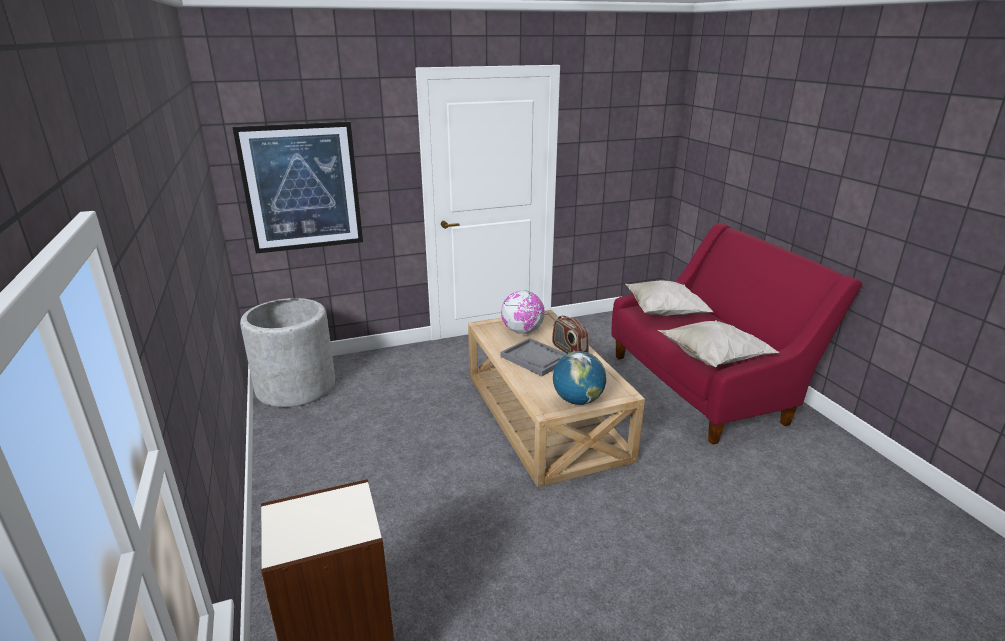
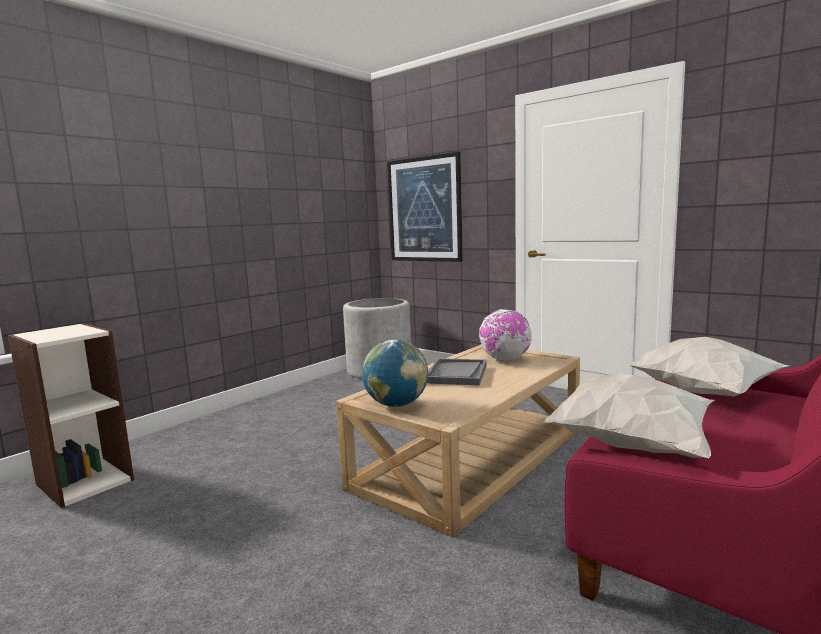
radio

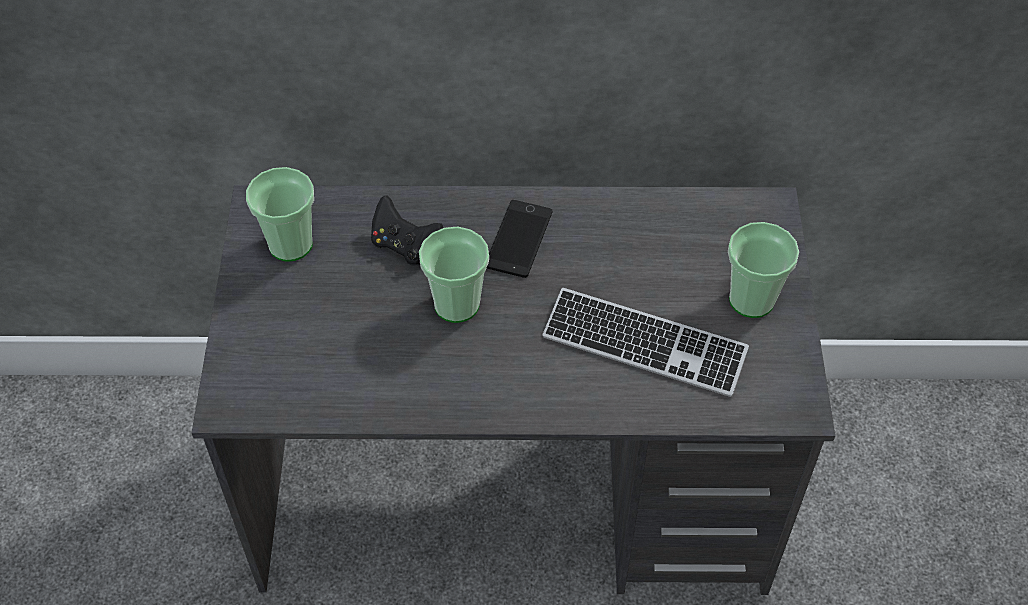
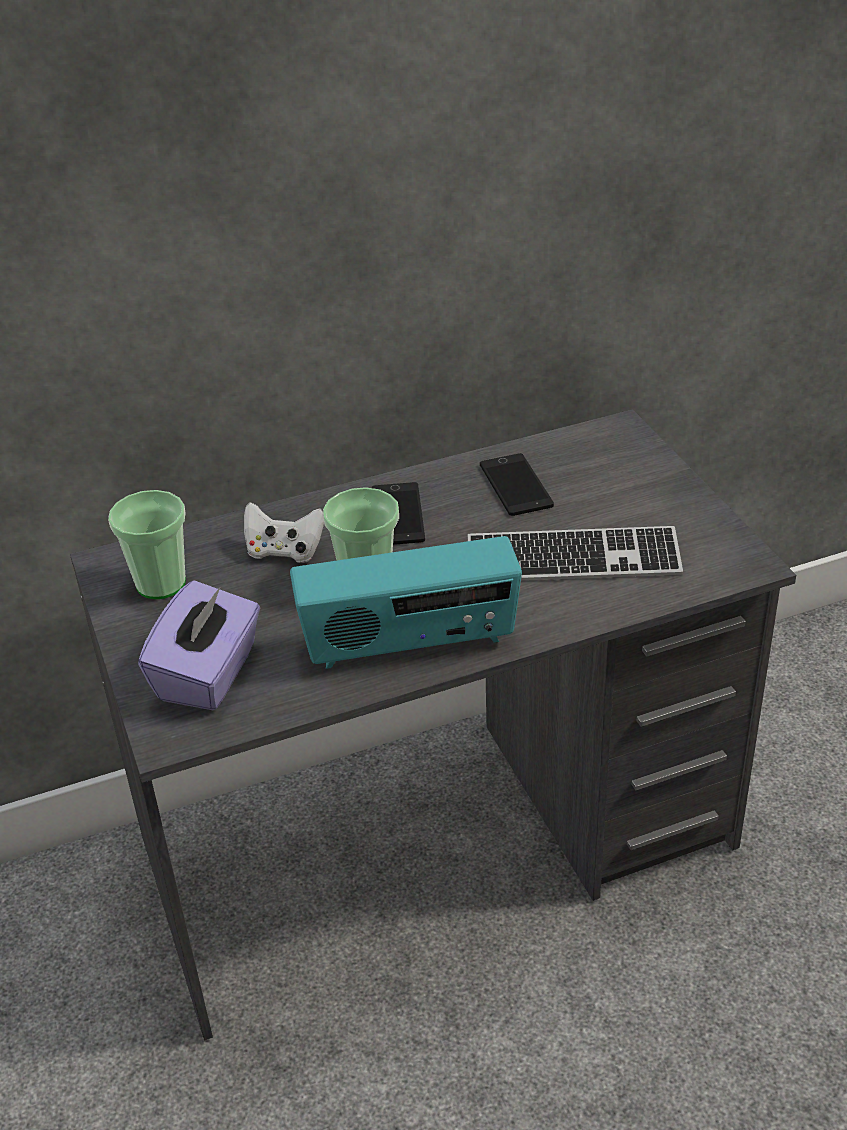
game controller (white); cup (no. 3 from left in the first image); phone (no. 2 from left); radio; tissue box (purple)

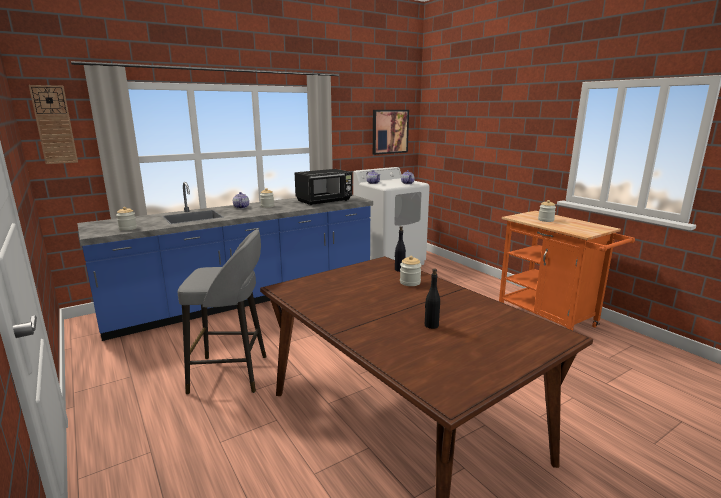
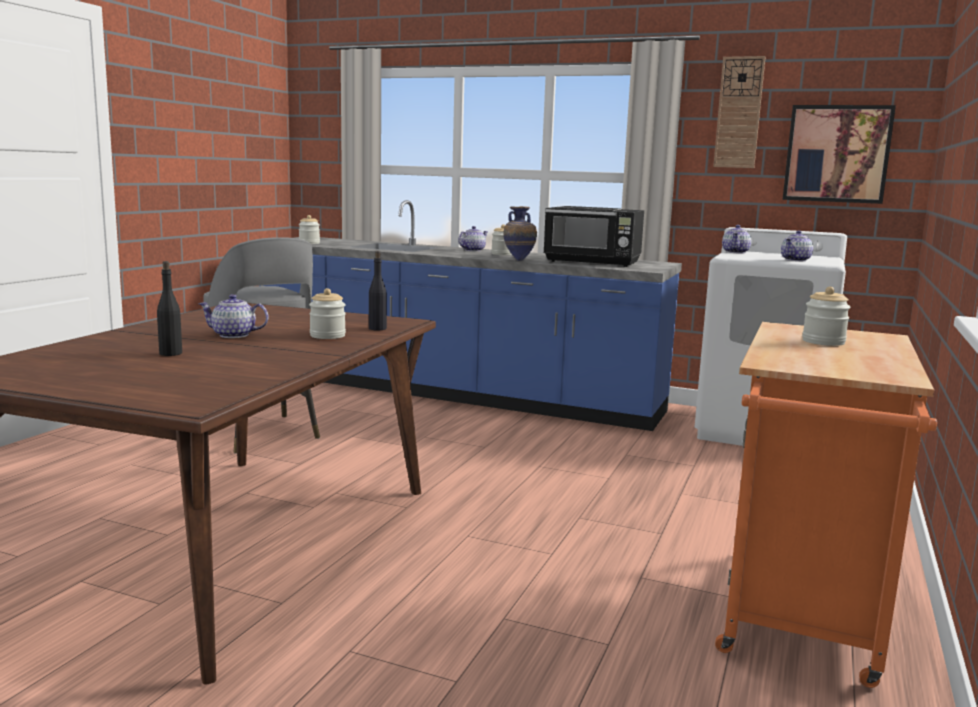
wall clock; vase; teapot (no. 1 from left)

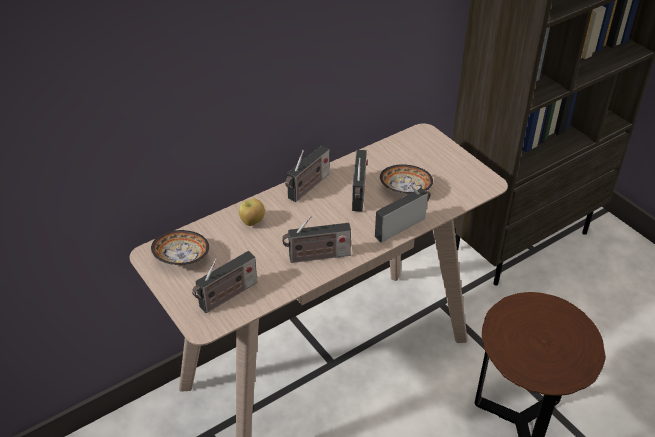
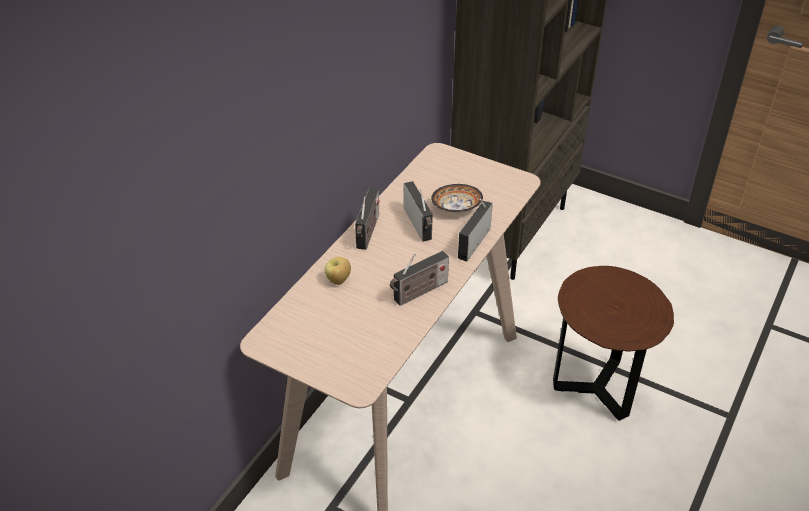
bowl (no. 1 from left in the first image); radio (no. 1 from left in the first image)

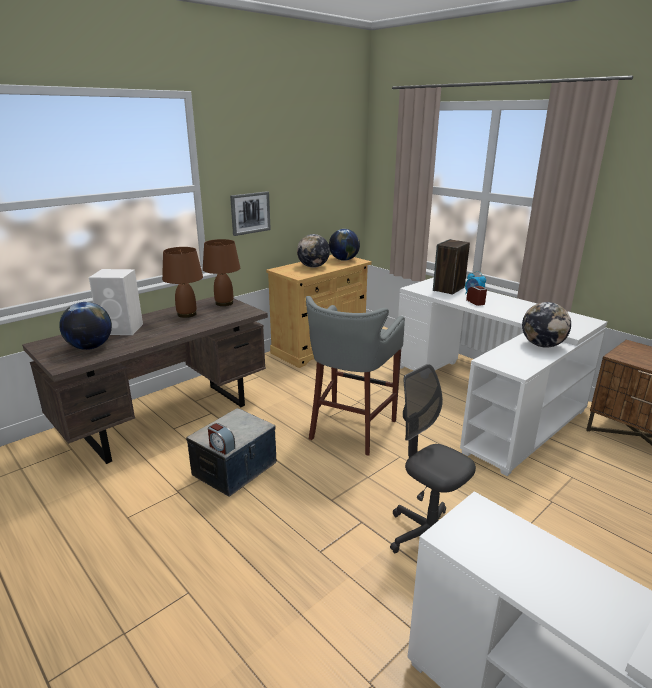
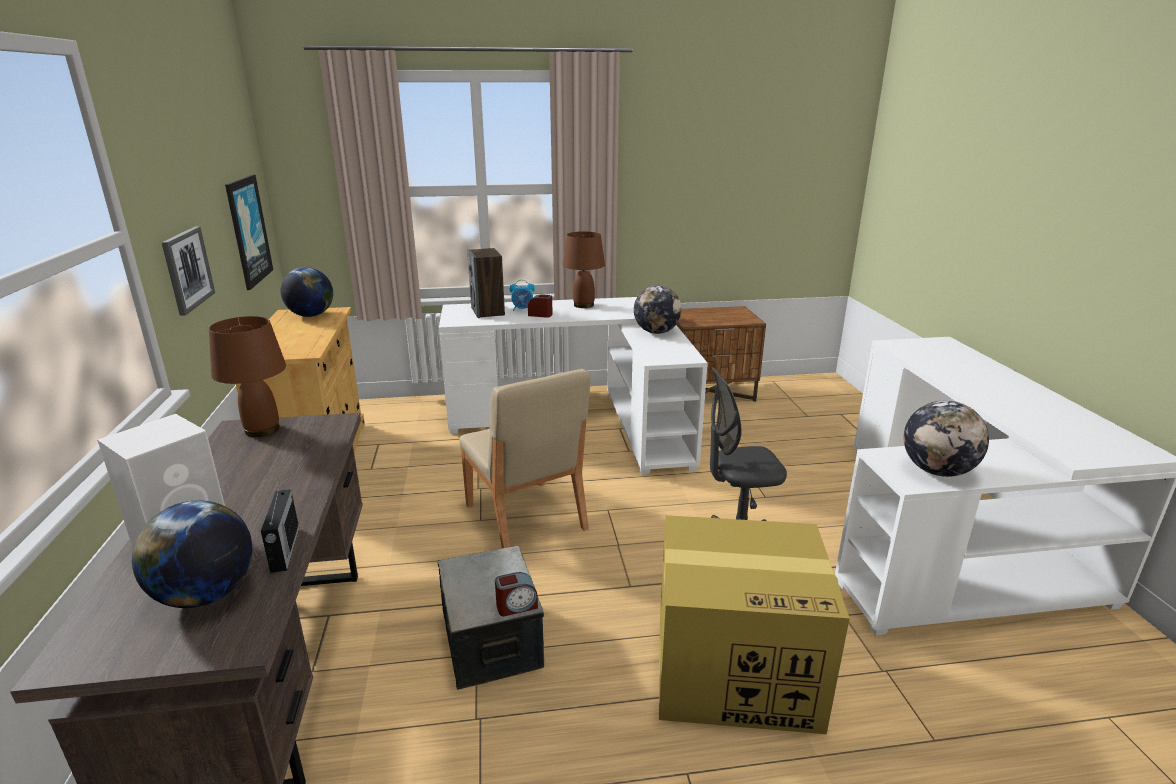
globe (no. 4 from left); table lamp (brown) (no. 2 from left); chair (beige); picture (no. 2 from left); radio; cardboard box

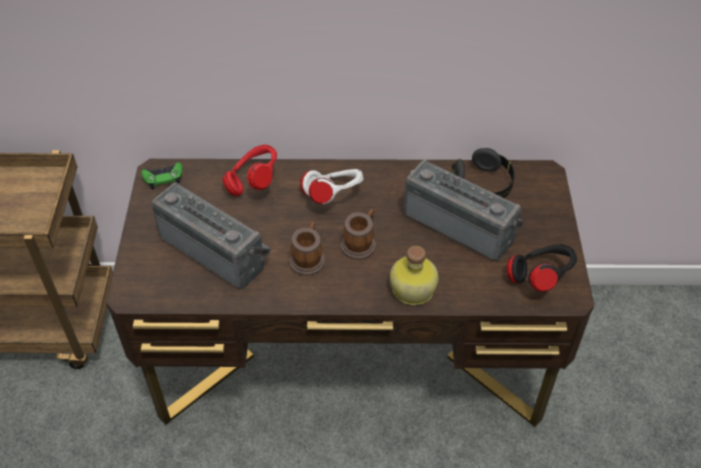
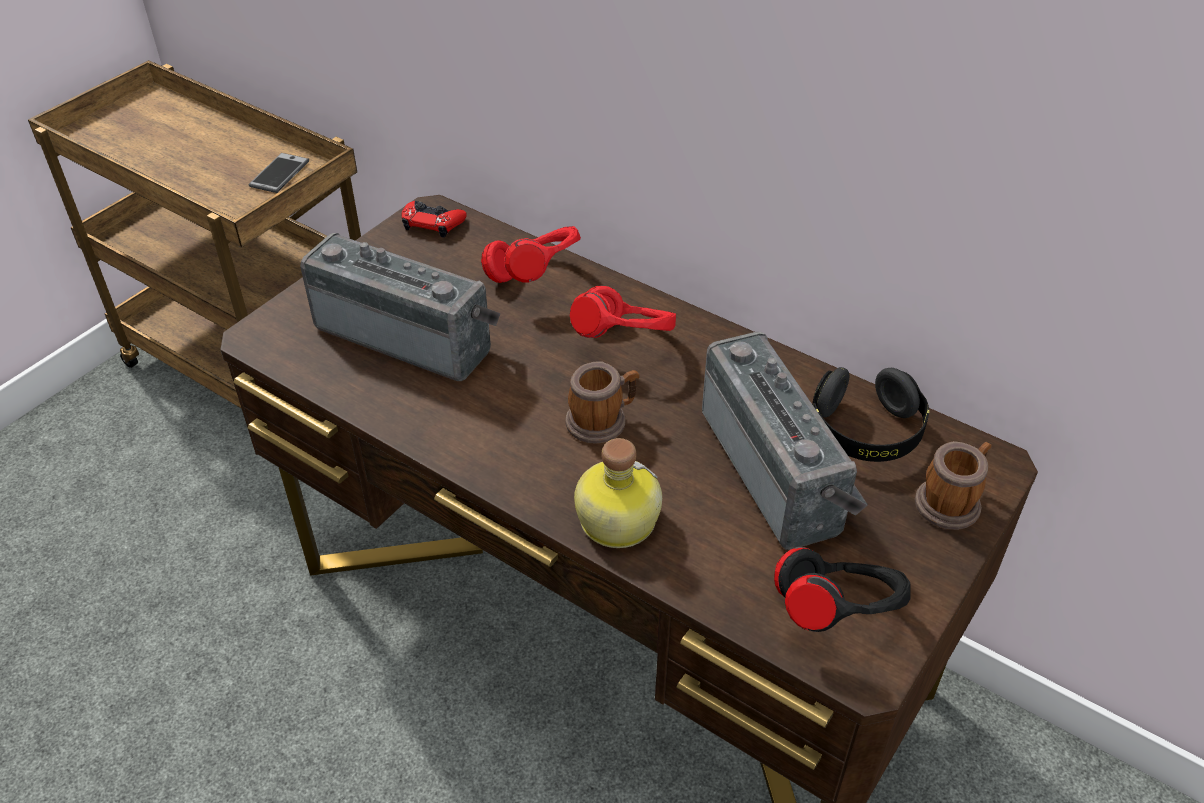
game controller (red); headphones (red) (no. 2 from left); radio (no. 1 from left); mug (no. 2 from left); phone

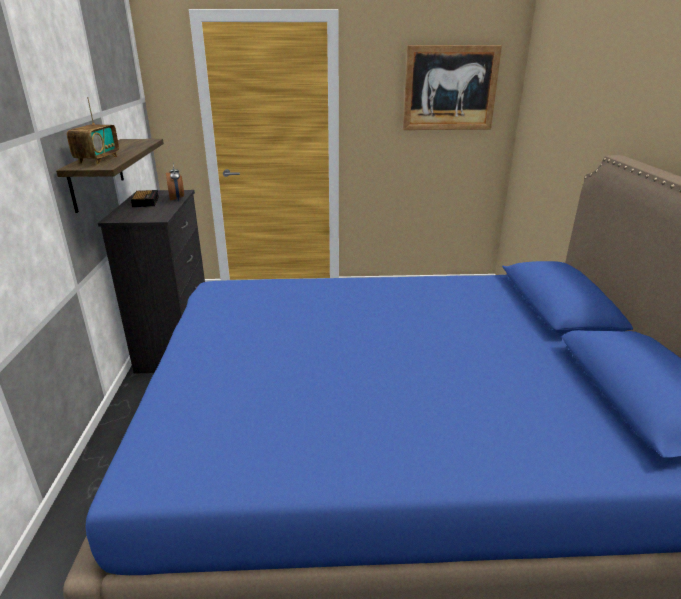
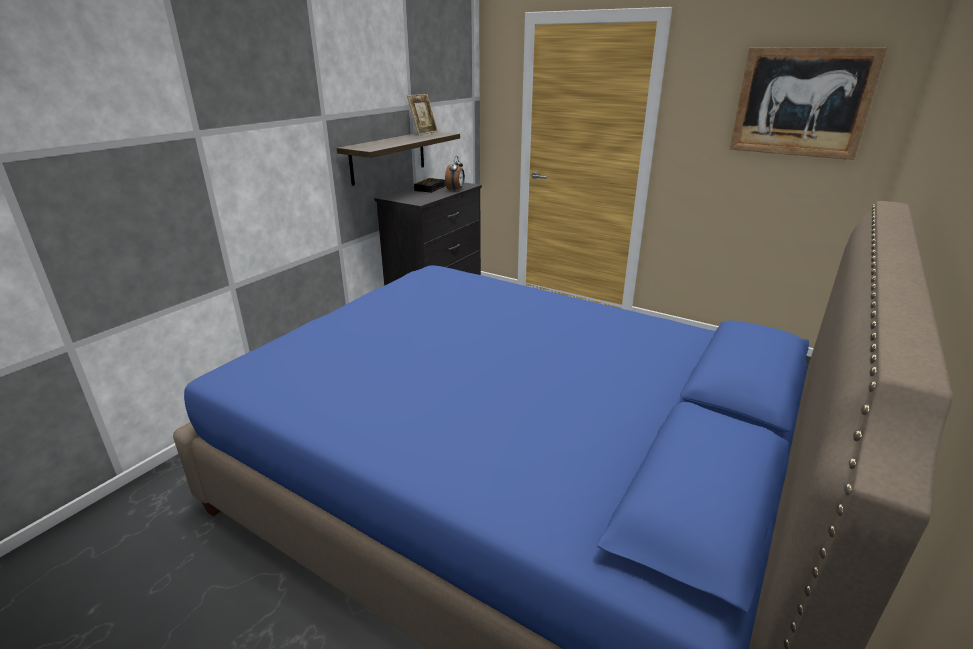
radio; picture frame

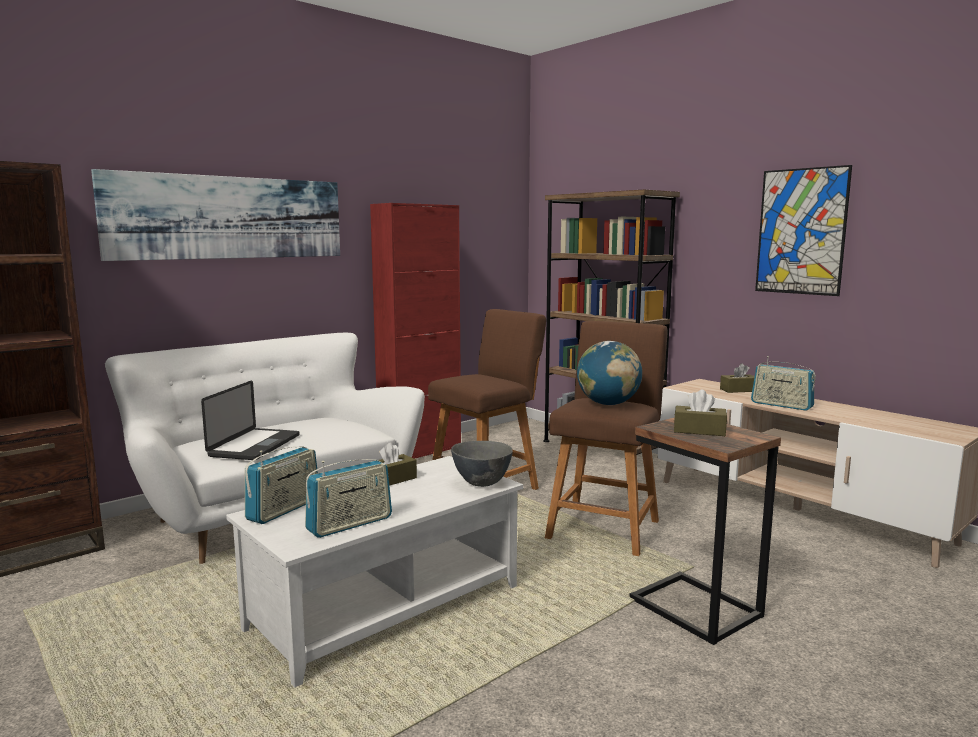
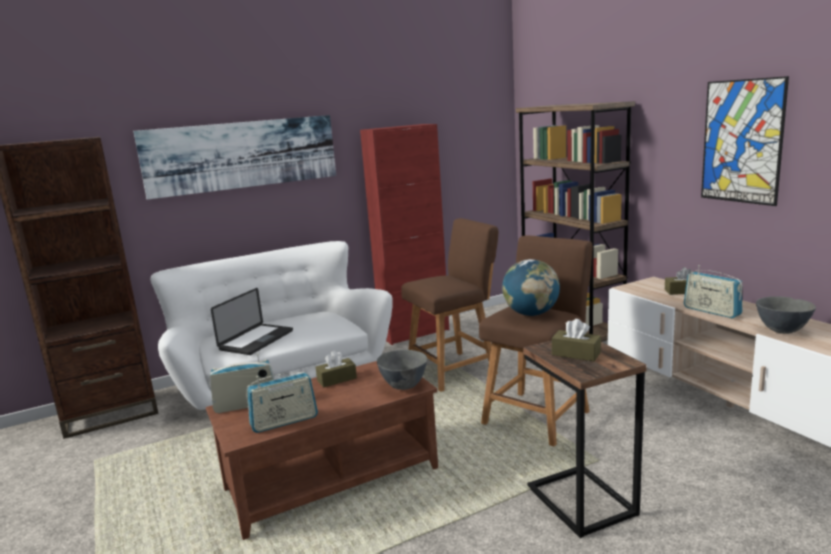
radio (no. 1 from left); coffee table (brown); bowl (grey) (no. 2 from left)

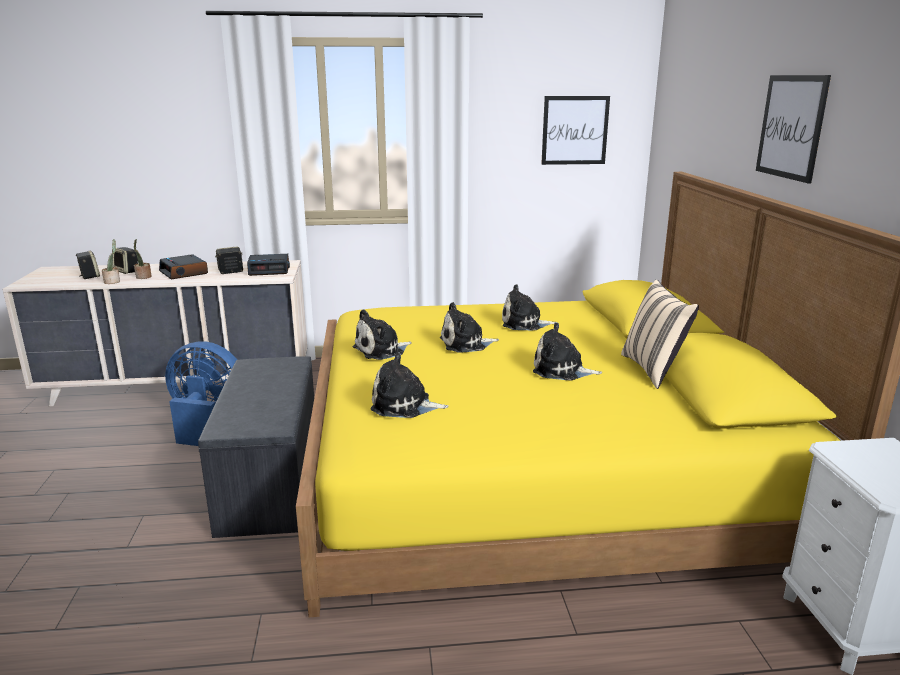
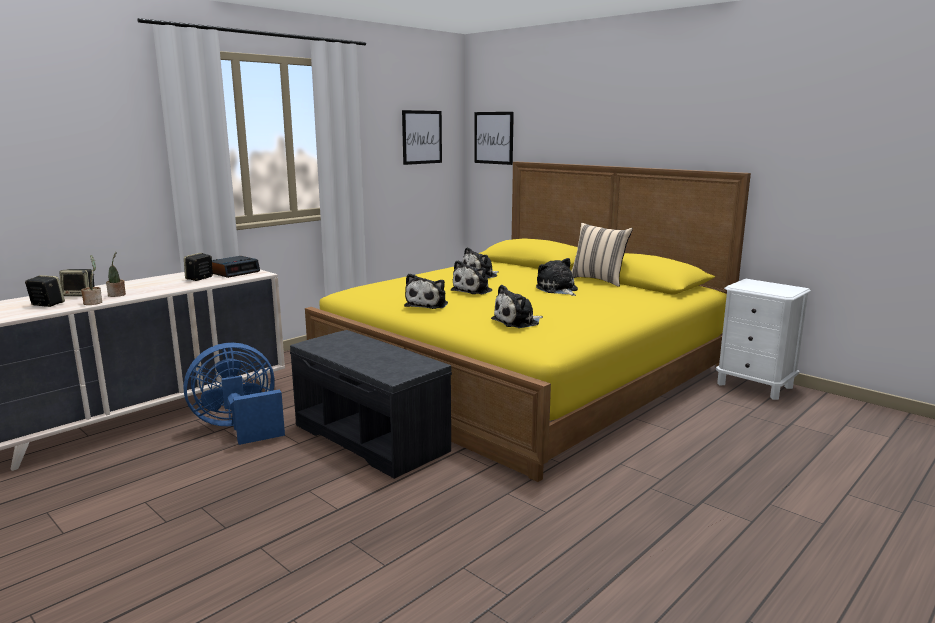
picture (no. 2 from left); alarm clock (no. 1 from left in the first image); plush toy (no. 5 from left)

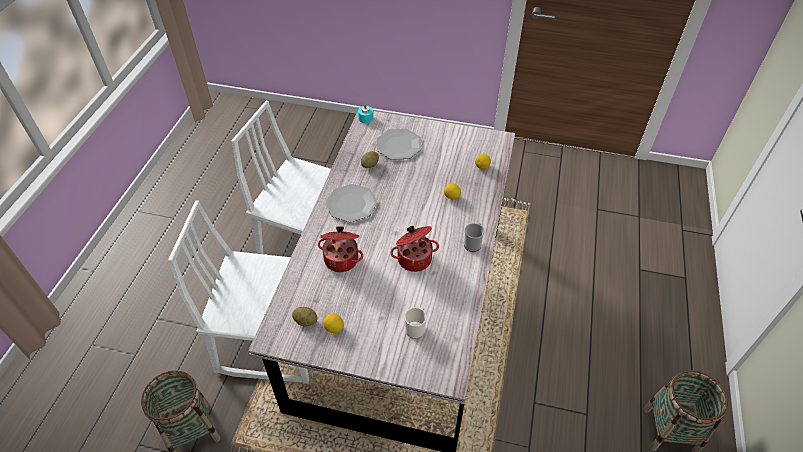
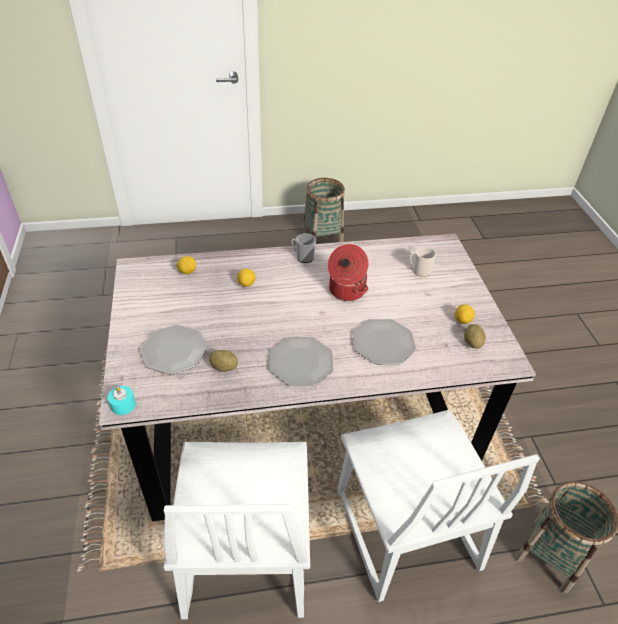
plate (no. 3 from left)

